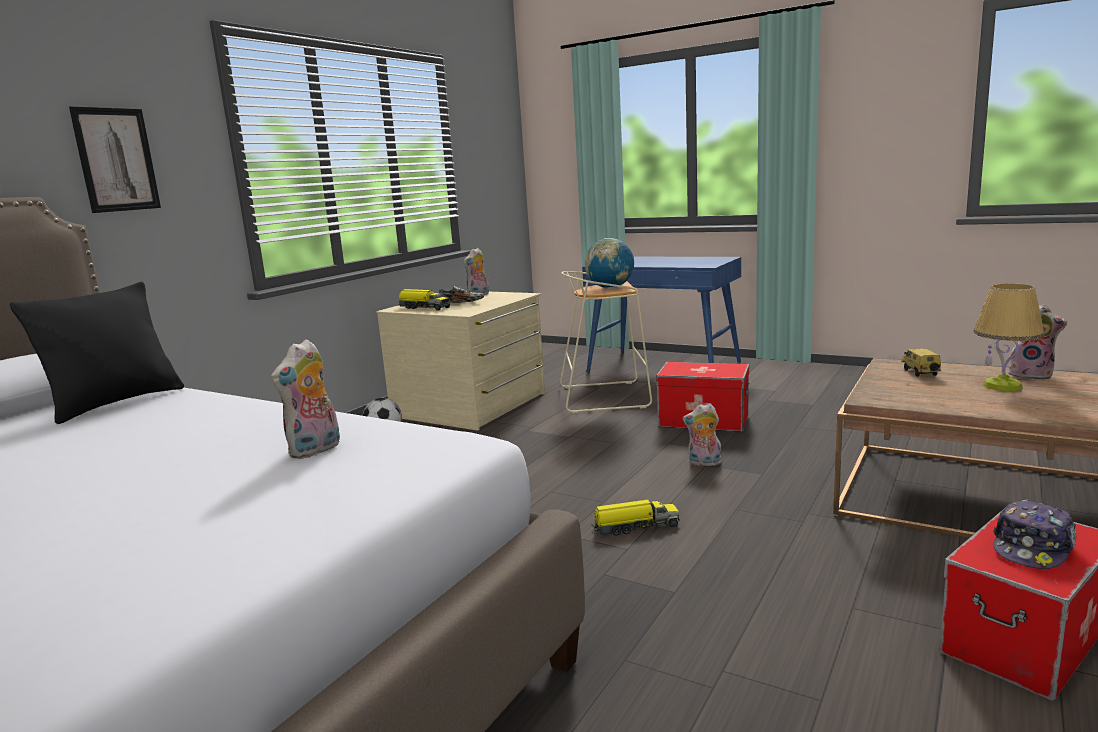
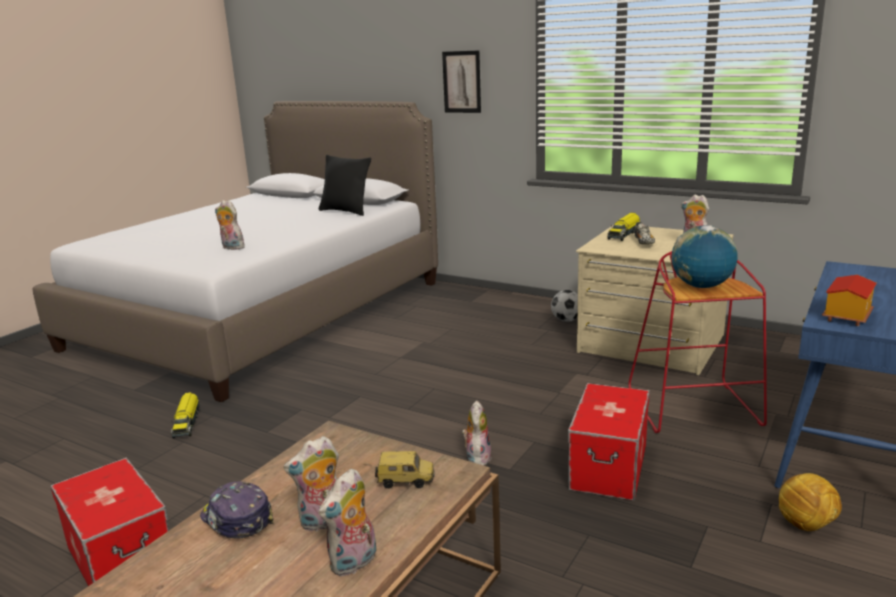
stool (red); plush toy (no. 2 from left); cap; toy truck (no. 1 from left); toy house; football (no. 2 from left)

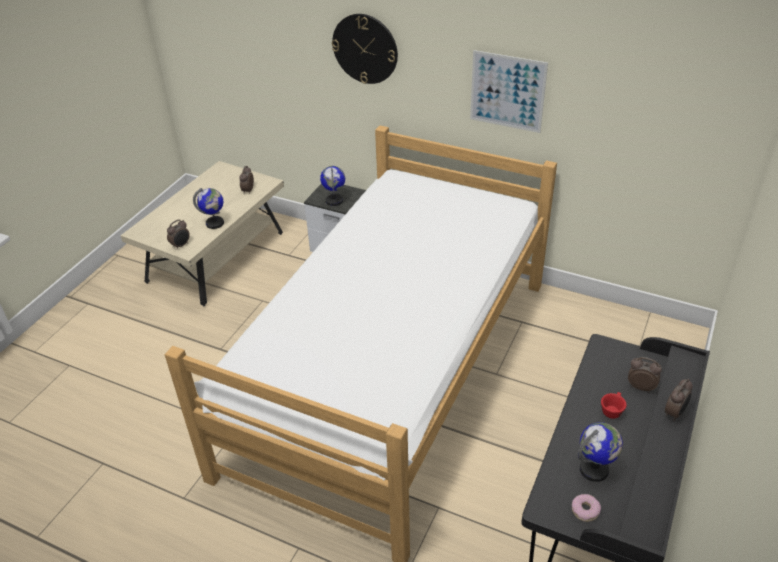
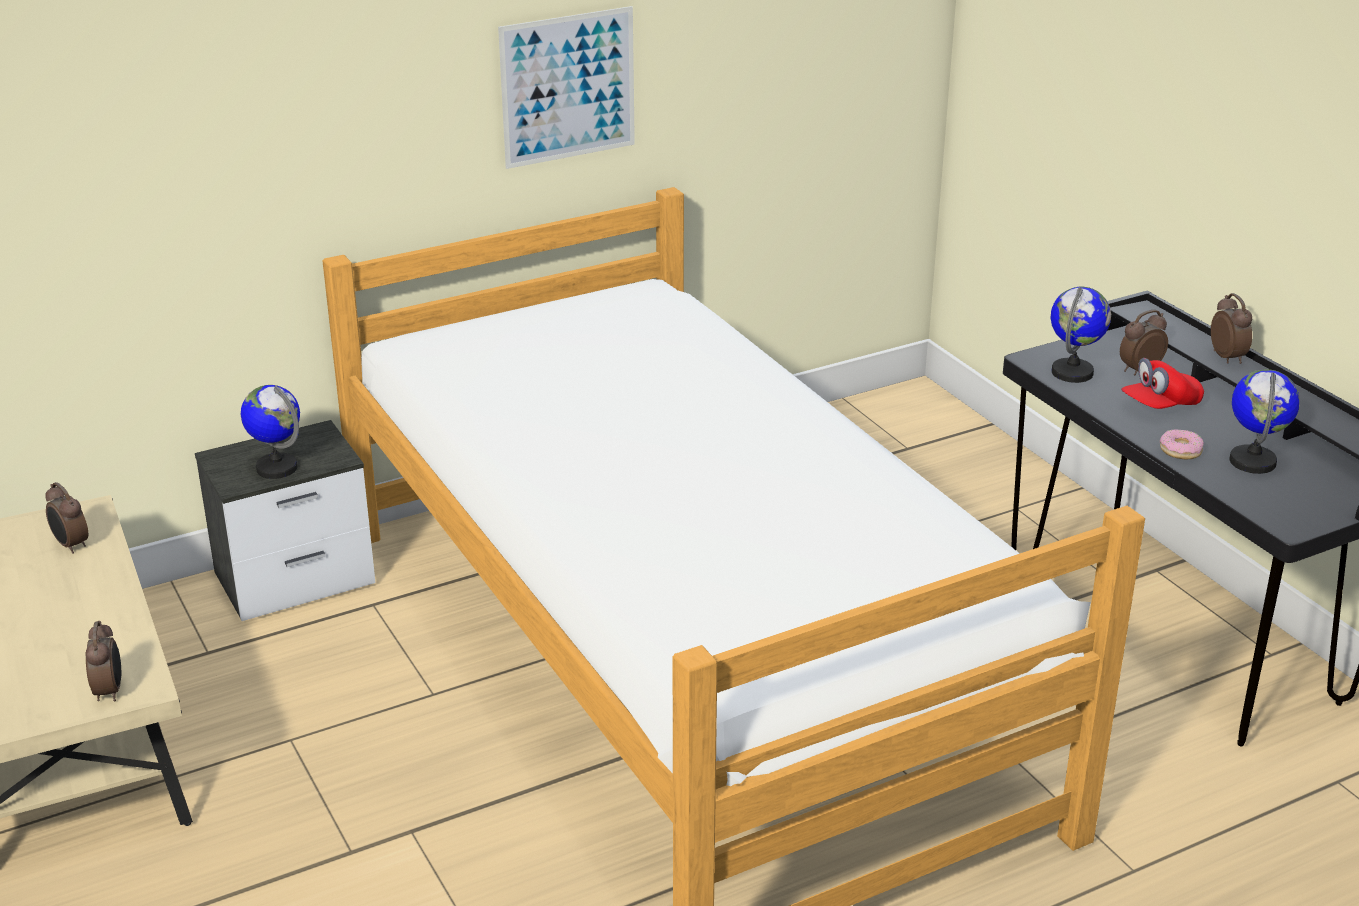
wall clock; globe (no. 2 from left); cap (red); donut

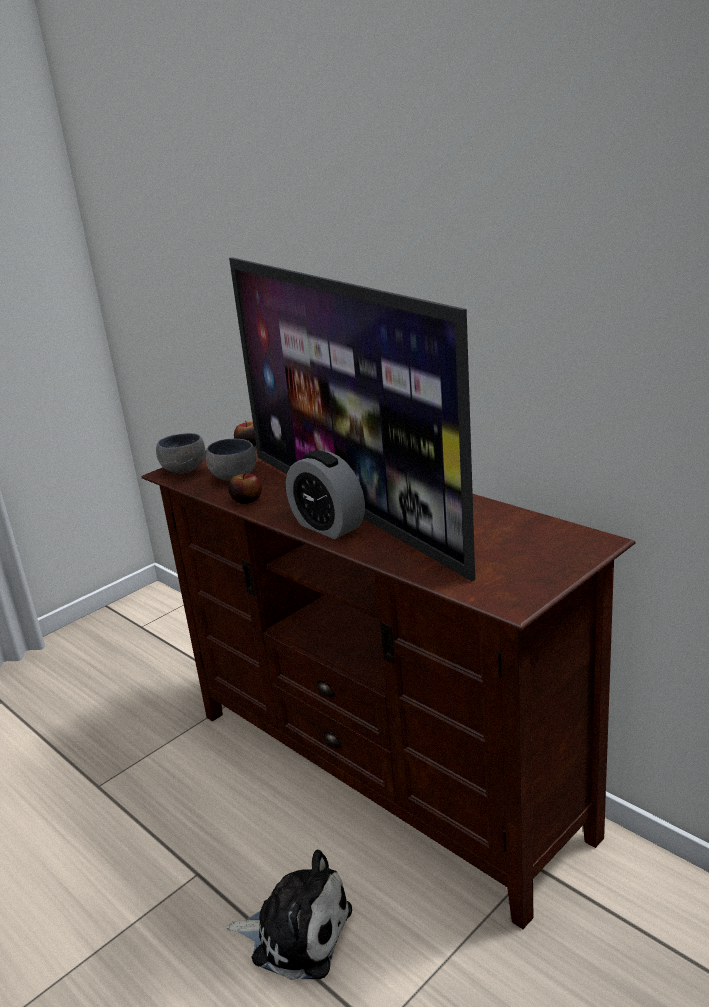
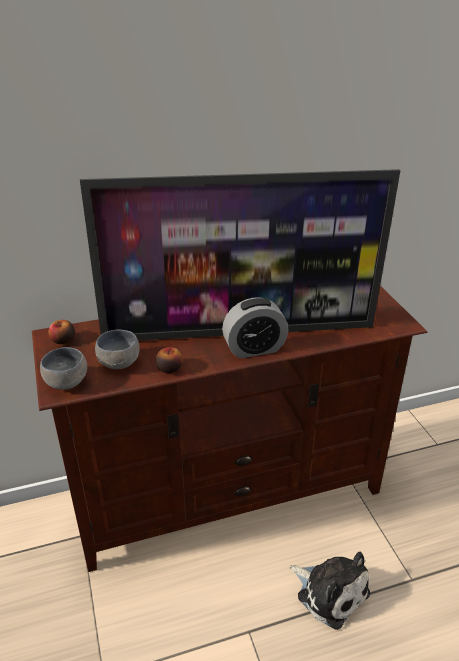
plush toy

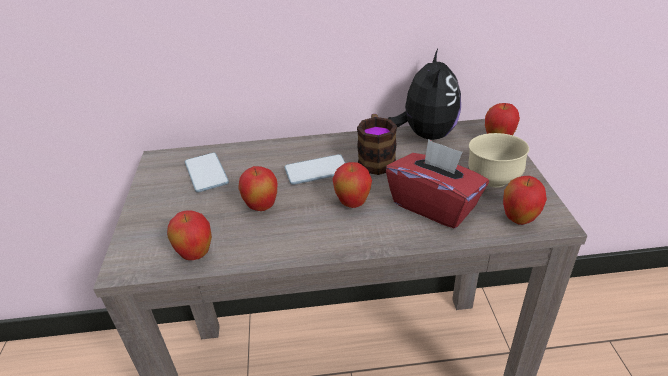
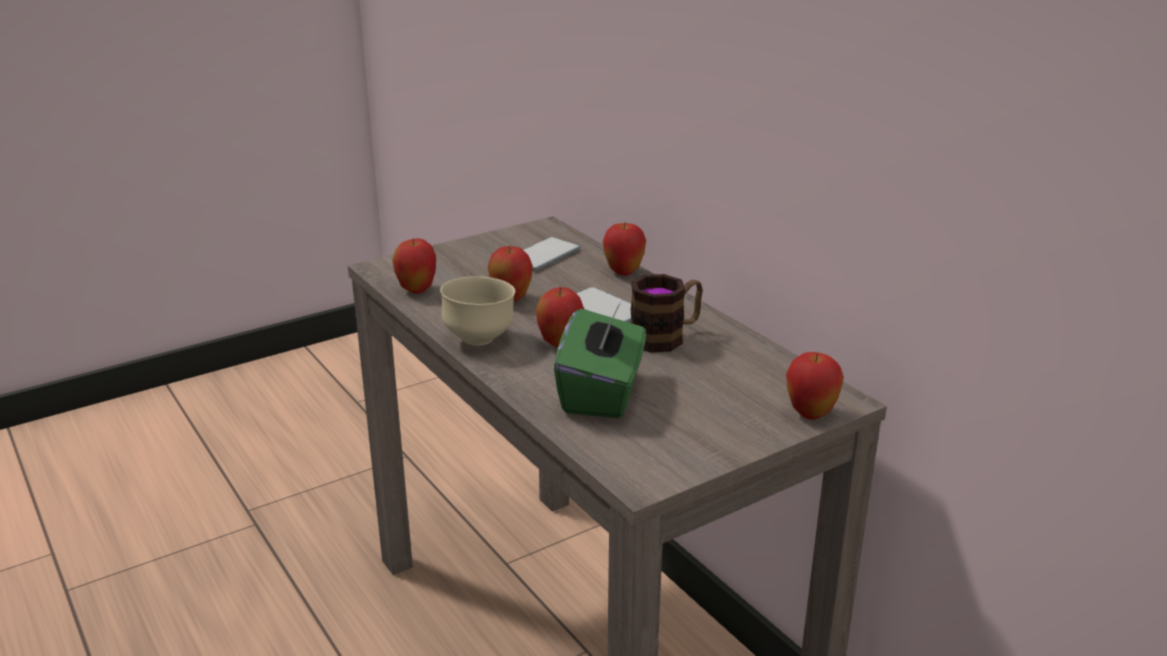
plush toy; bowl (beige); tissue box (green); apple (no. 4 from left)

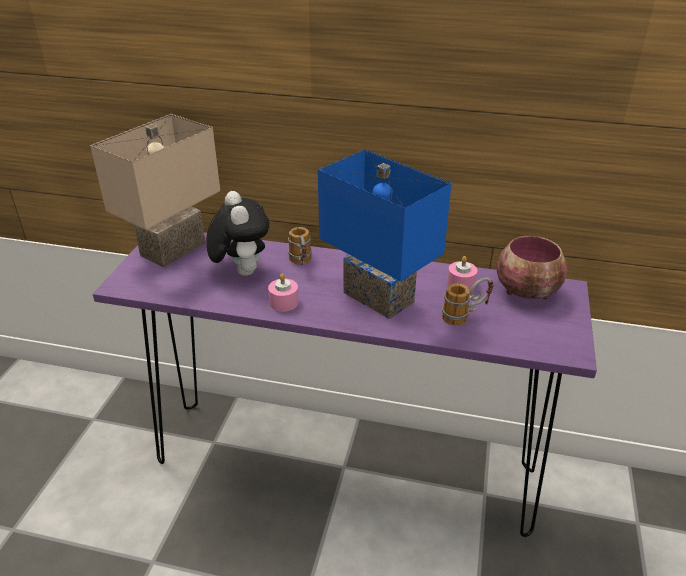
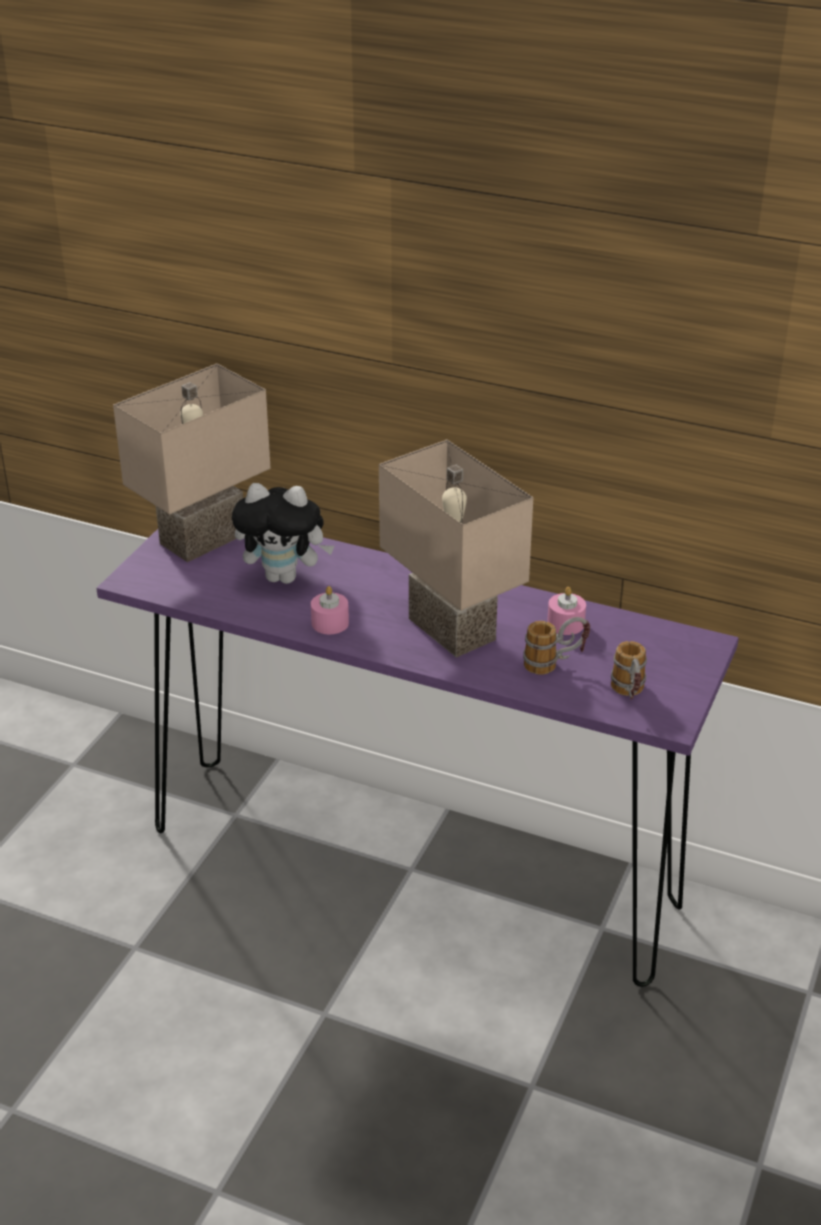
table lamp (beige) (no. 2 from left); plush toy; mug (no. 2 from left); bowl

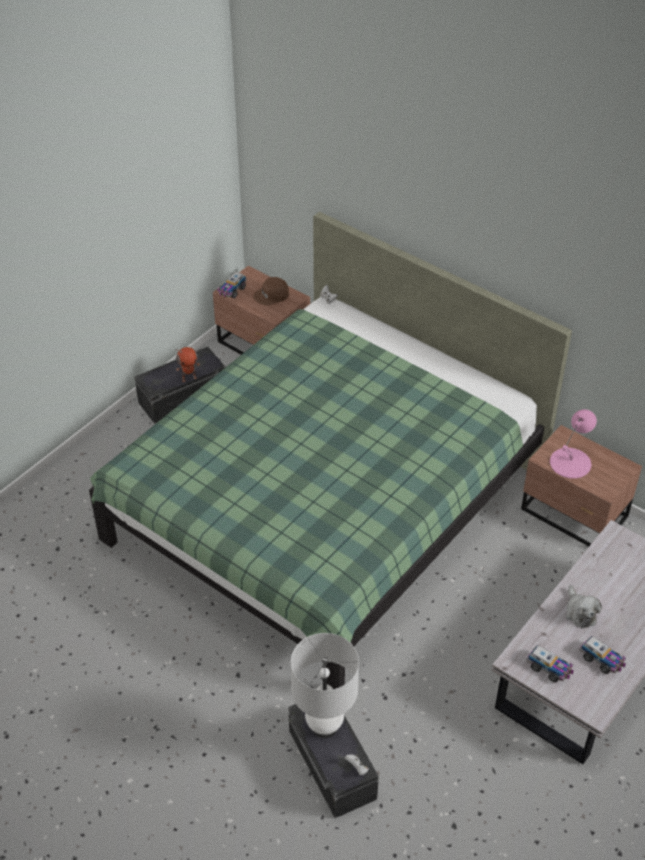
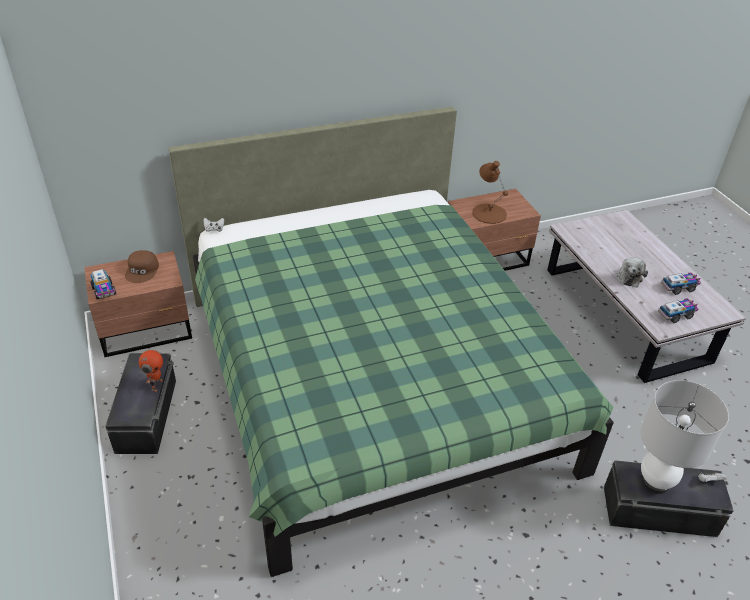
table lamp (brown); plush toy

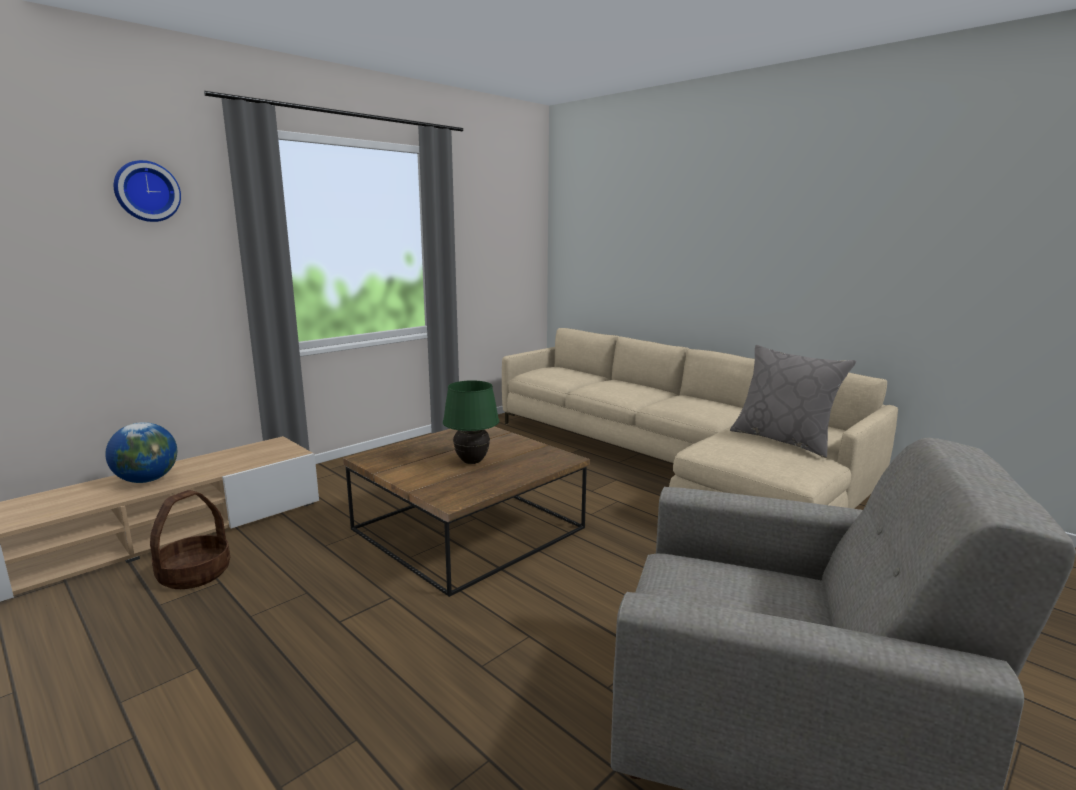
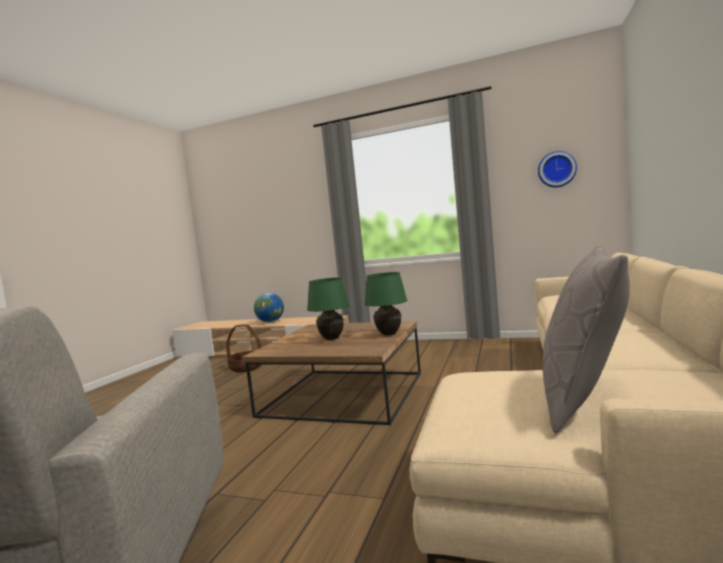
wall clock; table lamp (green) (no. 2 from left)

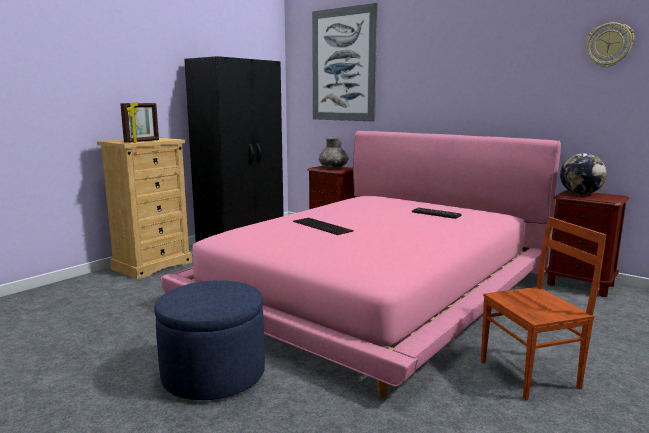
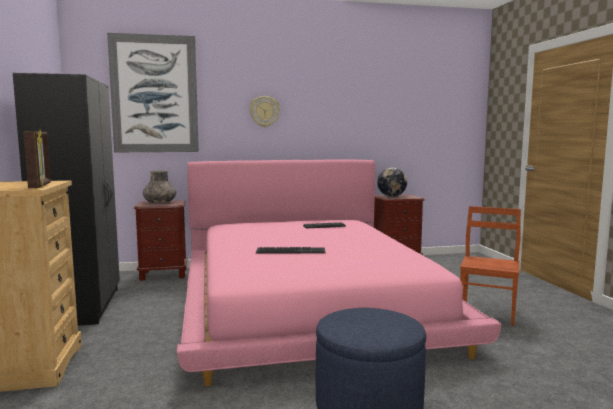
wall clock

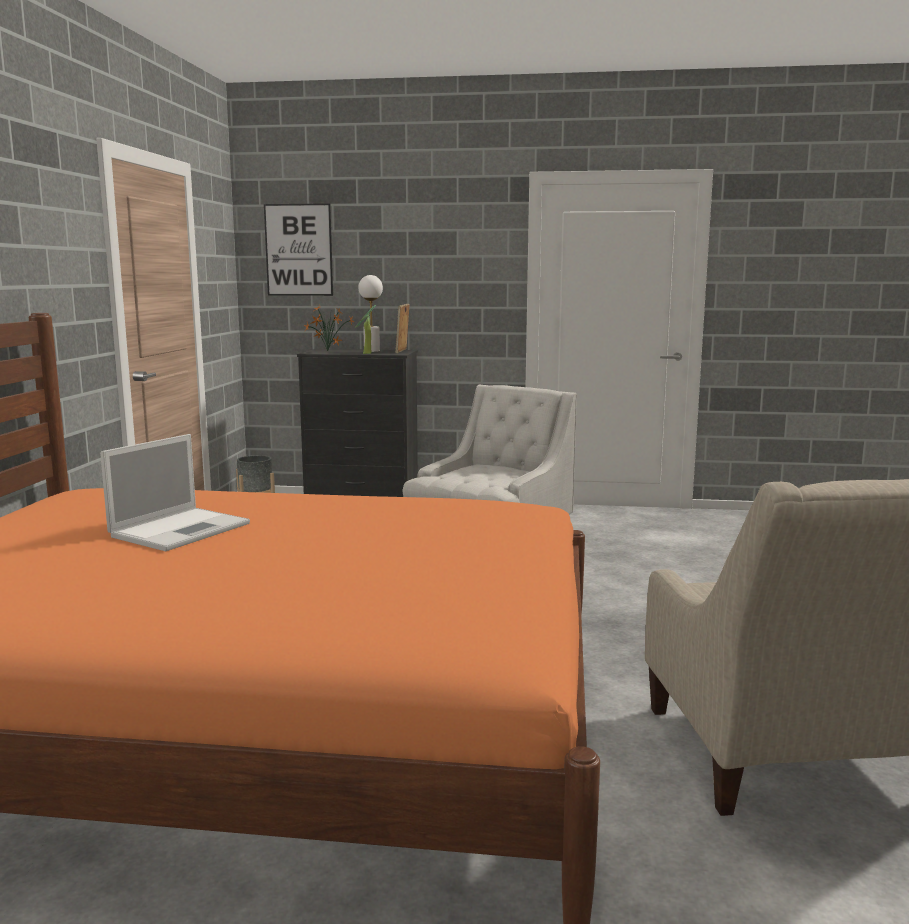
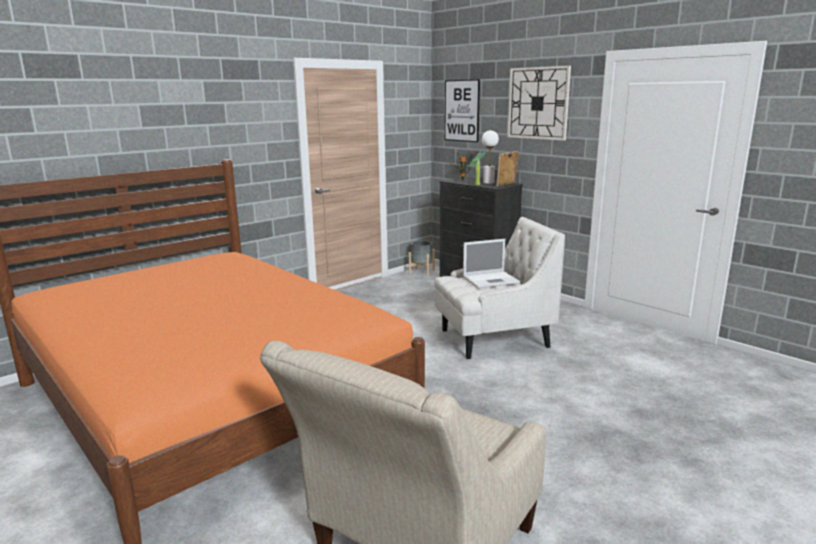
laptop; wall clock

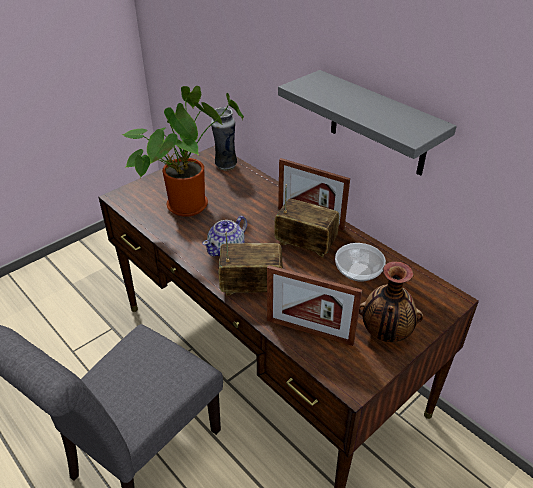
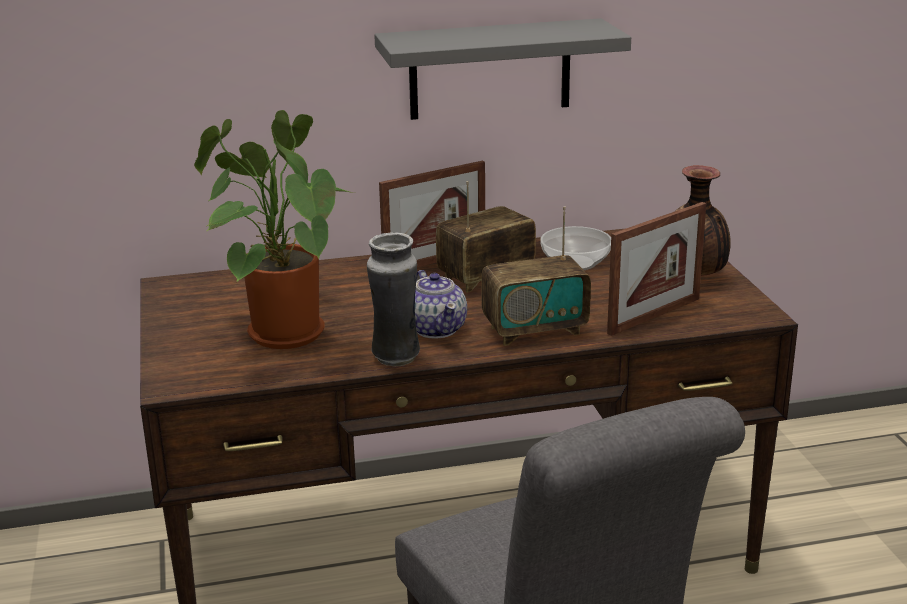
vase (no. 1 from left); radio (no. 2 from left)

